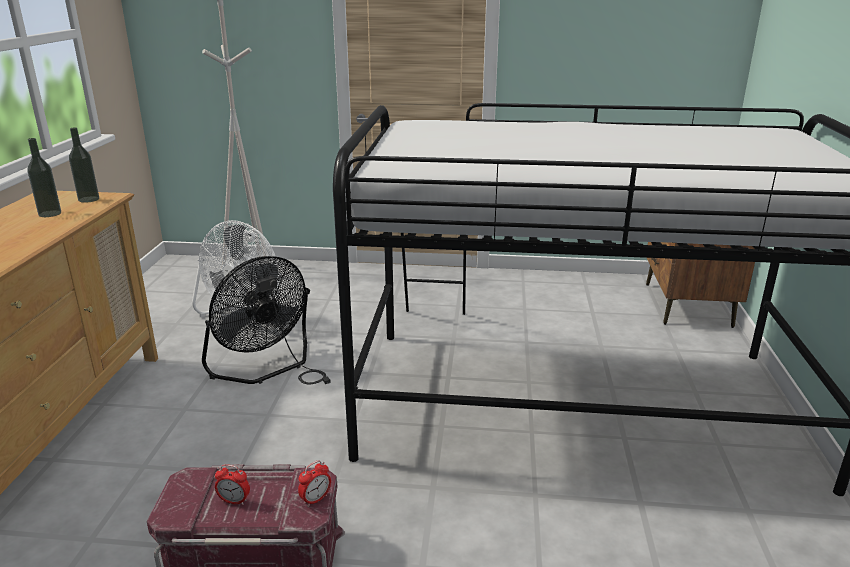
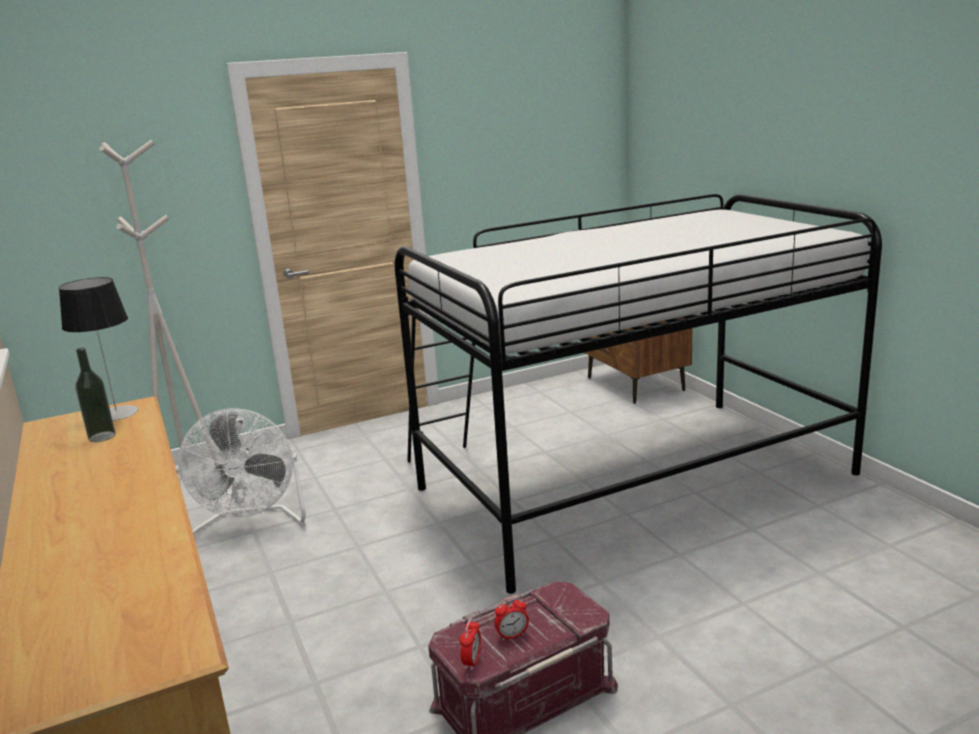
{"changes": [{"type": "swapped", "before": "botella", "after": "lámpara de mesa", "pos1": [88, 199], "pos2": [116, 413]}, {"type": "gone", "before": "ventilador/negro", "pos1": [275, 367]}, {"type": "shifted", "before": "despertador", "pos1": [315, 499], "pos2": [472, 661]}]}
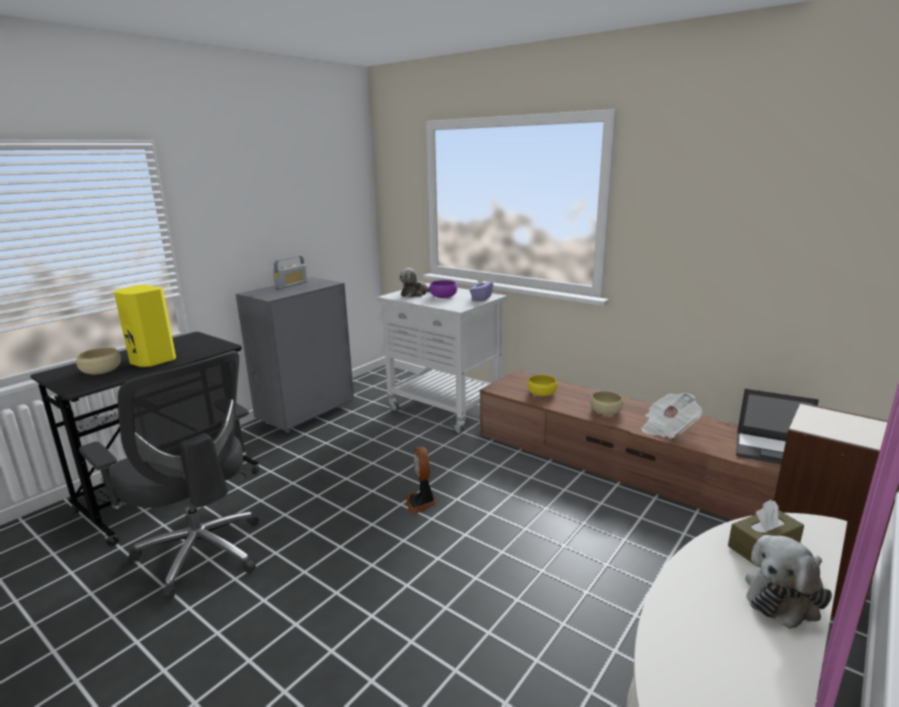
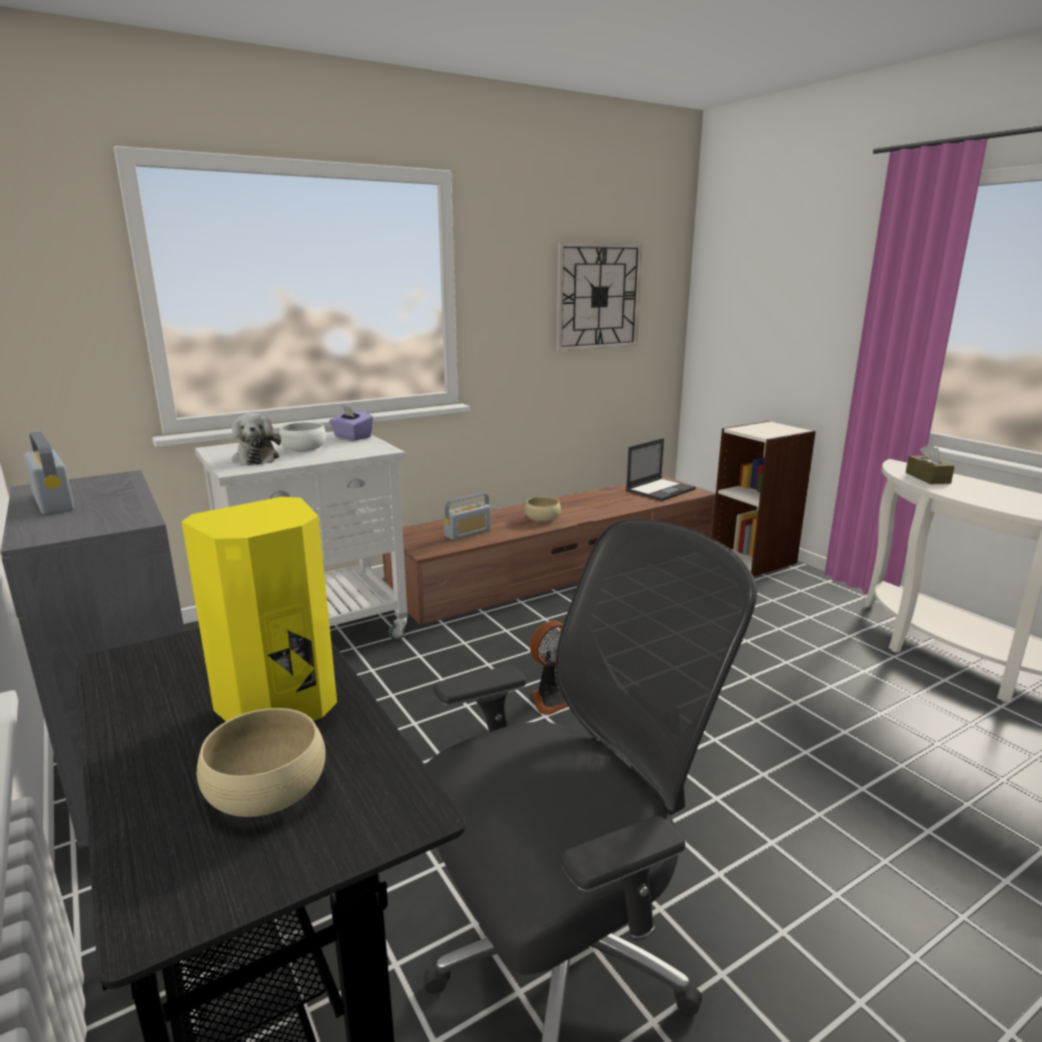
{"changes": [{"type": "rotated", "before": "ventilador", "pos1": [421, 502], "pos2": [551, 699], "turn": -45}, {"type": "repainted", "before": "cuenco/morado", "after": "cuenco/blanco", "pos1": [443, 296], "pos2": [304, 448]}, {"type": "swapped", "before": "cuenco/amarillo", "after": "radio", "pos1": [542, 393], "pos2": [468, 533]}, {"type": "gone", "before": "periódico", "pos1": [667, 428]}, {"type": "gone", "before": "peluche", "pos1": [785, 596]}, {"type": "new", "after": "reloj de pared", "pos2": [598, 296]}]}
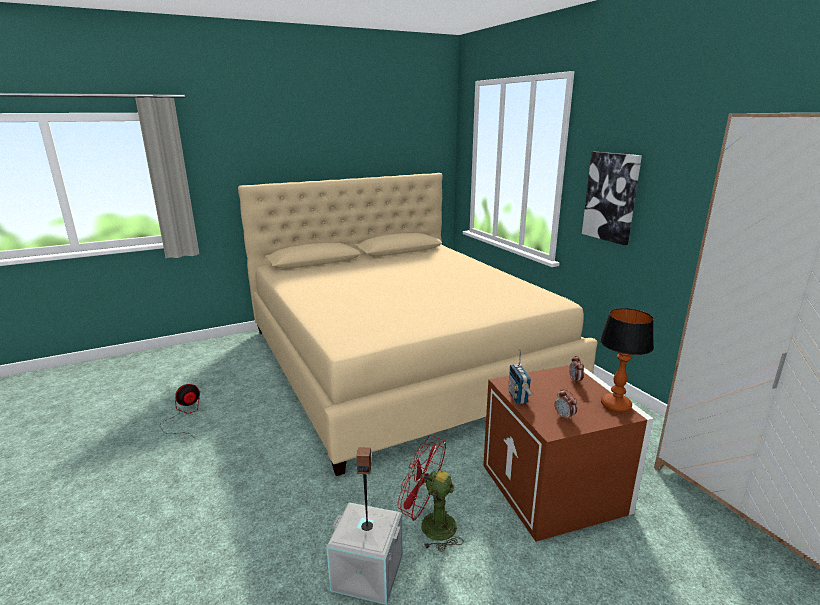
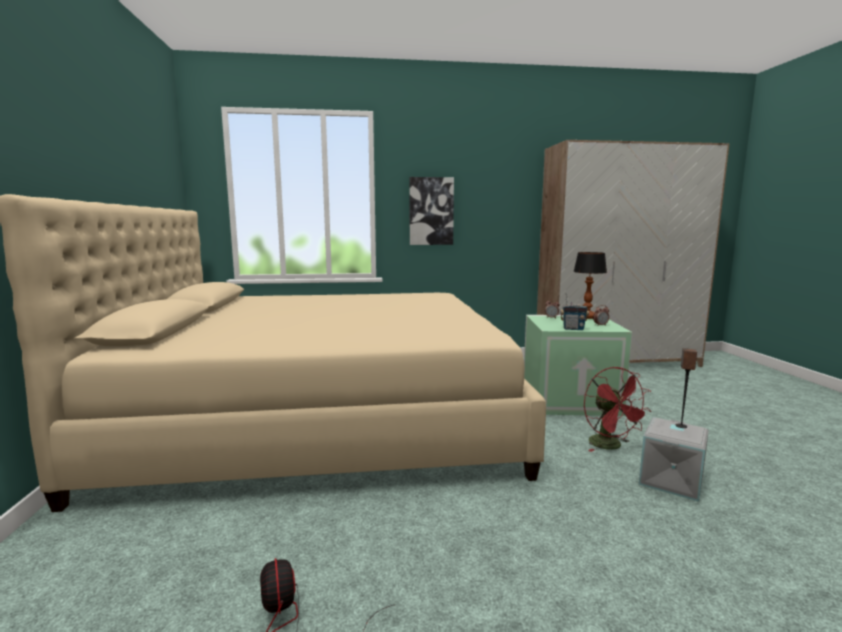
{"changes": [{"type": "rotated", "before": "ventilador/rojo", "pos1": [430, 525], "pos2": [610, 446], "turn": -60}, {"type": "repainted", "before": "caja de almacenaje/marrón", "after": "caja de almacenaje/verde", "pos1": [556, 489], "pos2": [570, 399]}]}
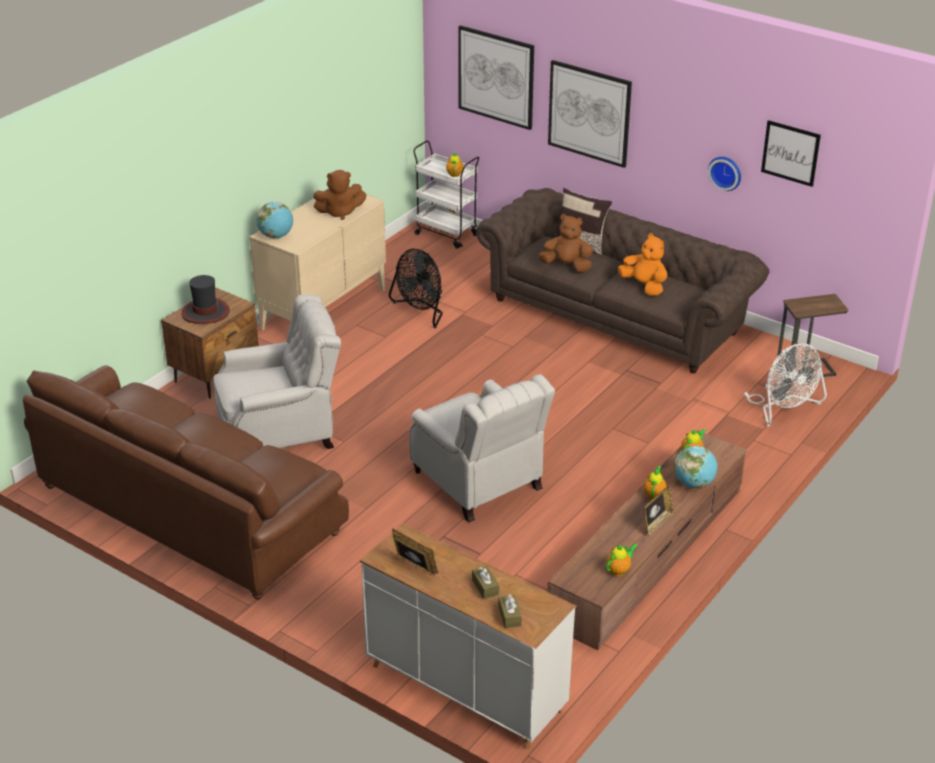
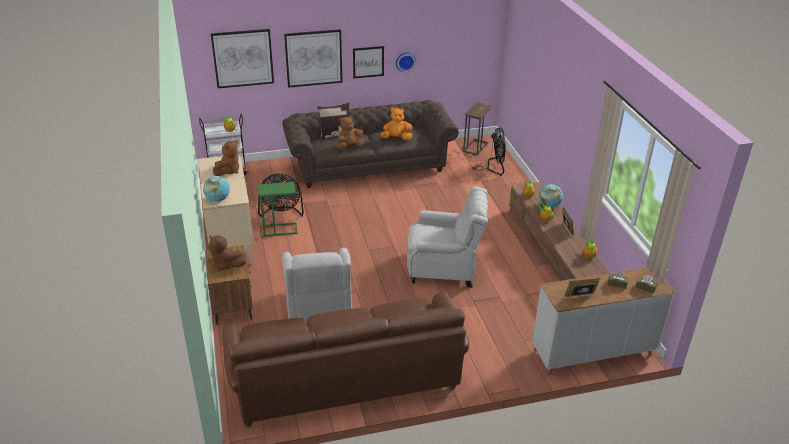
{"changes": [{"type": "swapped", "before": "sombrero", "after": "peluche/marrón", "pos1": [205, 312], "pos2": [226, 265]}, {"type": "rotated", "before": "sillón/blanco", "pos1": [280, 432], "pos2": [319, 309], "turn": 150}, {"type": "repainted", "before": "ventilador/blanco", "after": "ventilador/negro", "pos1": [782, 408], "pos2": [493, 166]}, {"type": "shifted", "before": "cuadro", "pos1": [790, 153], "pos2": [368, 62]}, {"type": "new", "after": "mesa auxiliar/verde", "pos2": [279, 230]}]}
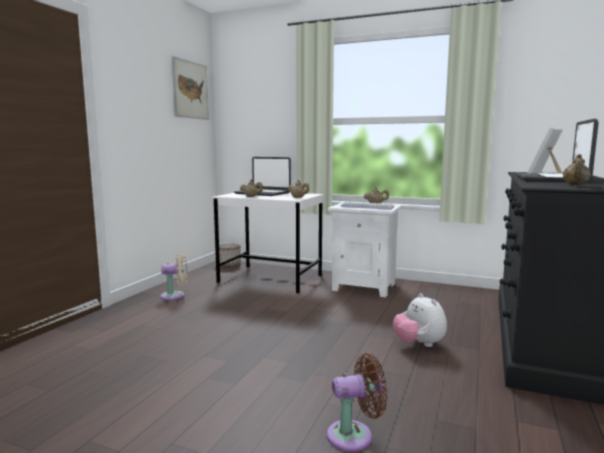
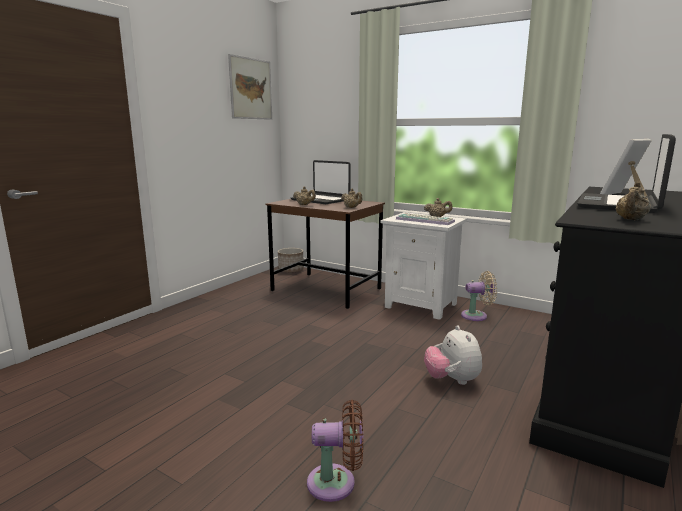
{"changes": [{"type": "shifted", "before": "ventilador/beis", "pos1": [175, 296], "pos2": [477, 316]}, {"type": "repainted", "before": "escritorio/blanco", "after": "escritorio/marrón", "pos1": [271, 279], "pos2": [326, 290]}]}
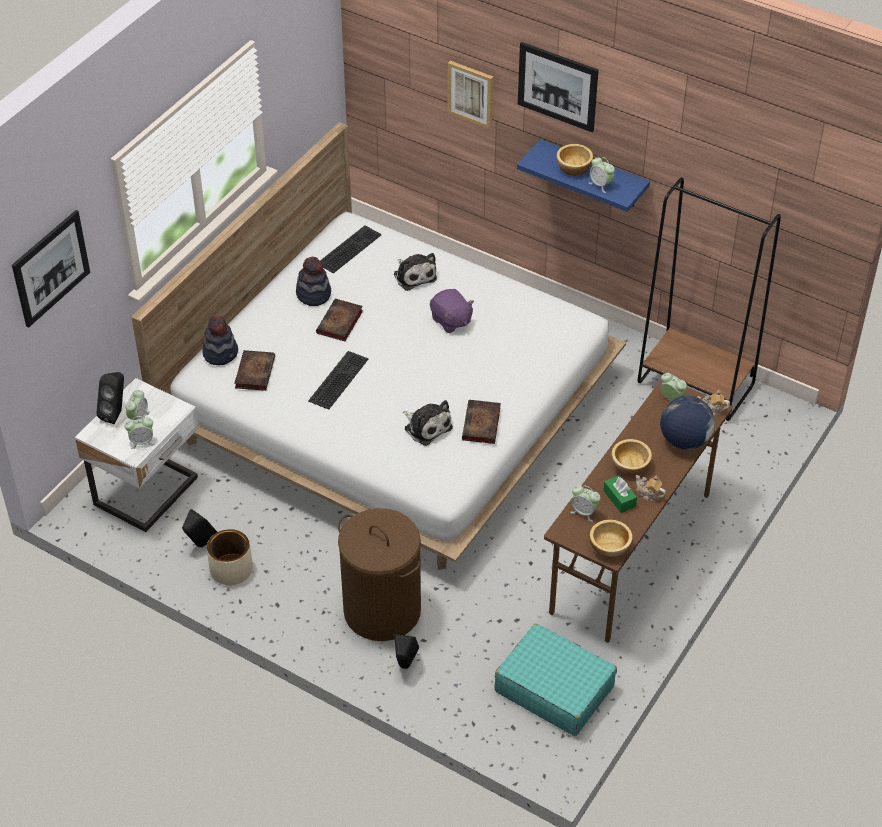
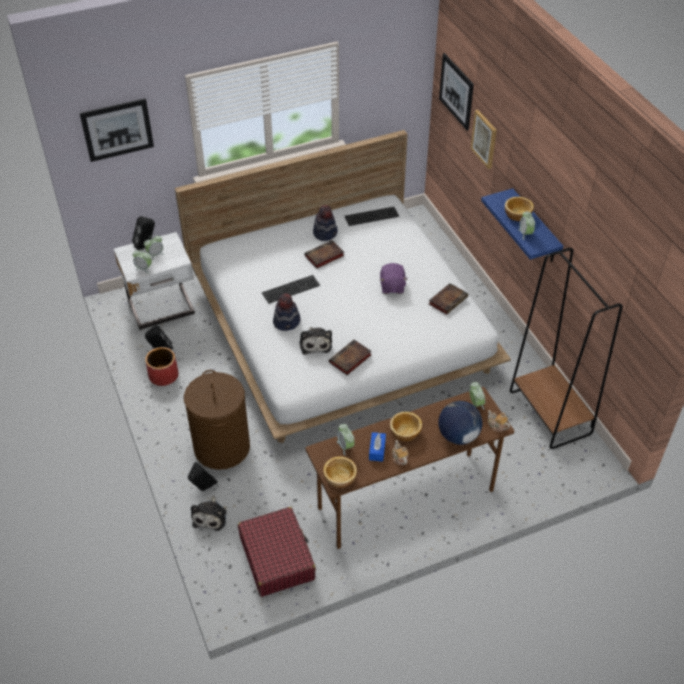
{"changes": [{"type": "shifted", "before": "sombrero", "pos1": [221, 353], "pos2": [287, 322]}, {"type": "repainted", "before": "maceta/beis", "after": "maceta/rojo", "pos1": [231, 569], "pos2": [163, 375]}, {"type": "shifted", "before": "libro", "pos1": [254, 372], "pos2": [448, 300]}, {"type": "shifted", "before": "peluche", "pos1": [414, 275], "pos2": [210, 516]}, {"type": "repainted", "before": "maleta/turquesa", "after": "maleta/rojo", "pos1": [554, 688], "pos2": [277, 557]}, {"type": "shifted", "before": "cuadro", "pos1": [557, 86], "pos2": [456, 91]}, {"type": "repainted", "before": "caja de pañuelos/verde", "after": "caja de pañuelos/azul", "pos1": [619, 498], "pos2": [377, 450]}]}
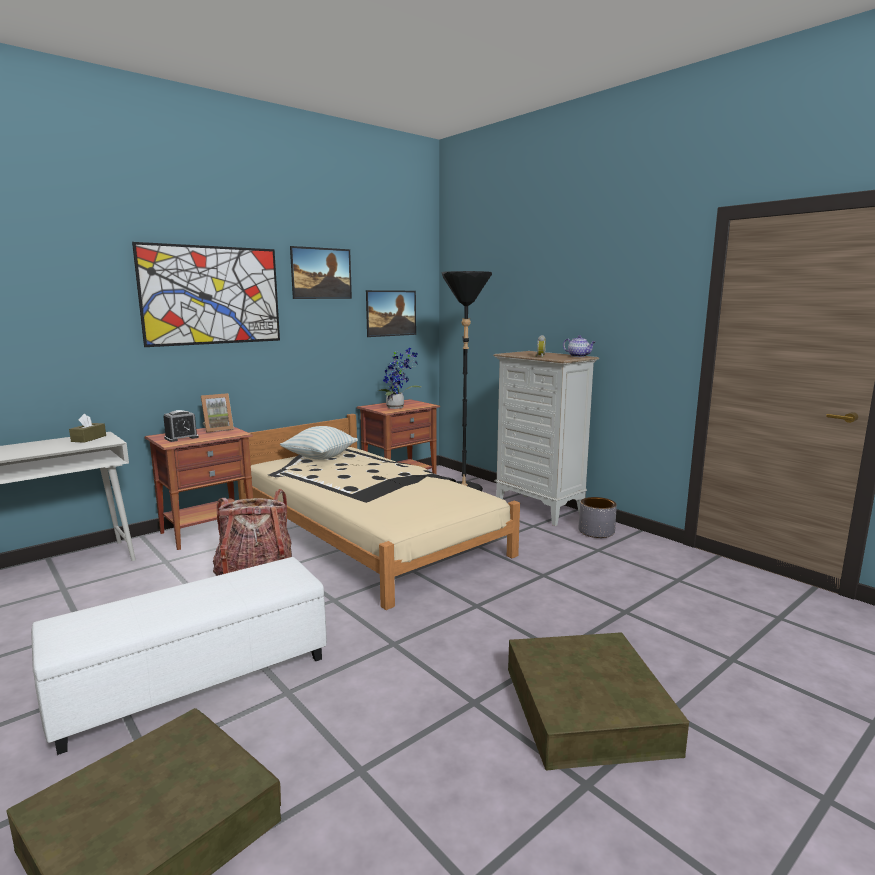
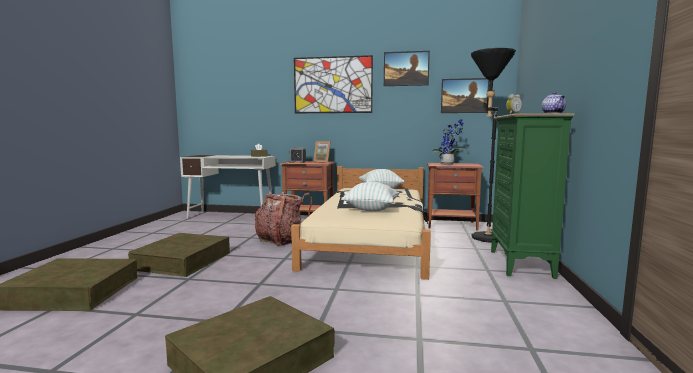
{"changes": [{"type": "swapped", "before": "puf/blanco", "after": "caja de almacenaje/marrón", "pos1": [194, 678], "pos2": [183, 261]}, {"type": "repainted", "before": "cómoda/blanco", "after": "cómoda/verde", "pos1": [539, 510], "pos2": [519, 264]}, {"type": "gone", "before": "maceta/gris", "pos1": [596, 532]}, {"type": "new", "after": "cojín", "pos2": [371, 209]}]}
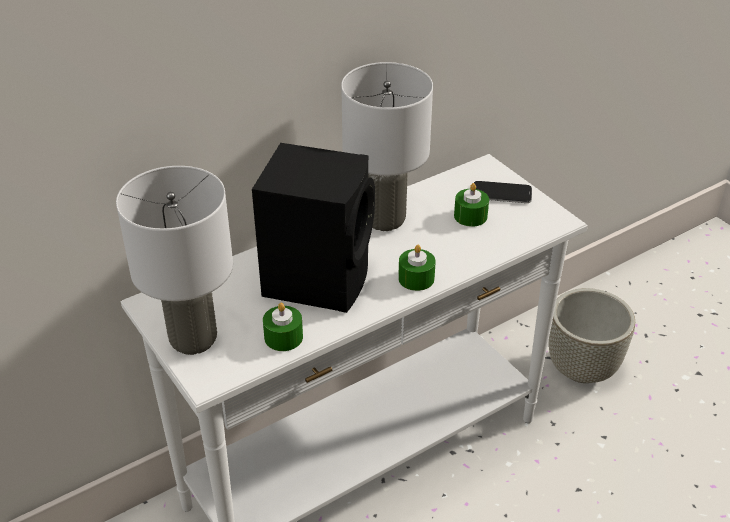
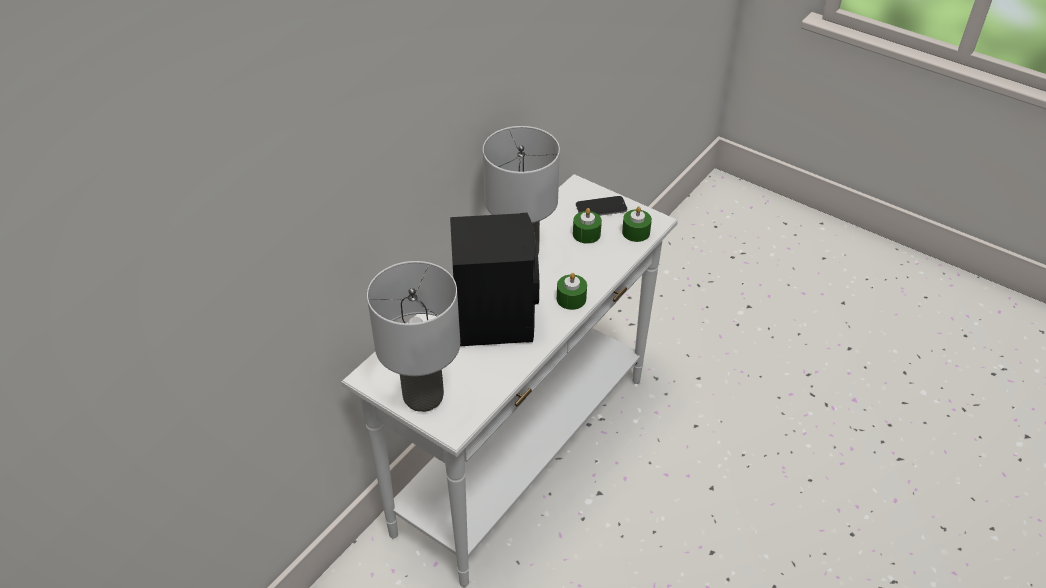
{"changes": [{"type": "shifted", "before": "vela/verde", "pos1": [283, 337], "pos2": [636, 232]}, {"type": "gone", "before": "maceta/gris", "pos1": [581, 369]}]}
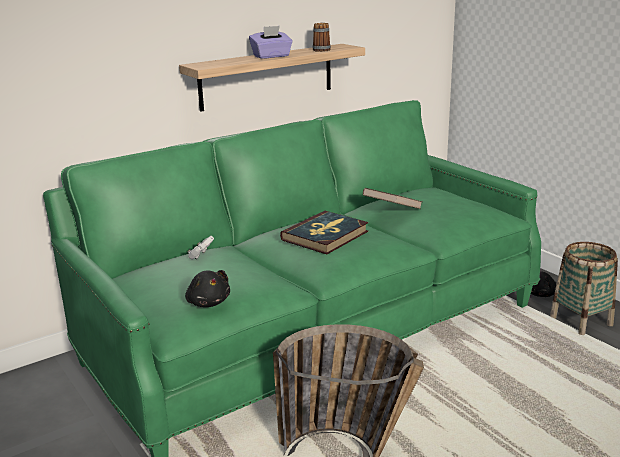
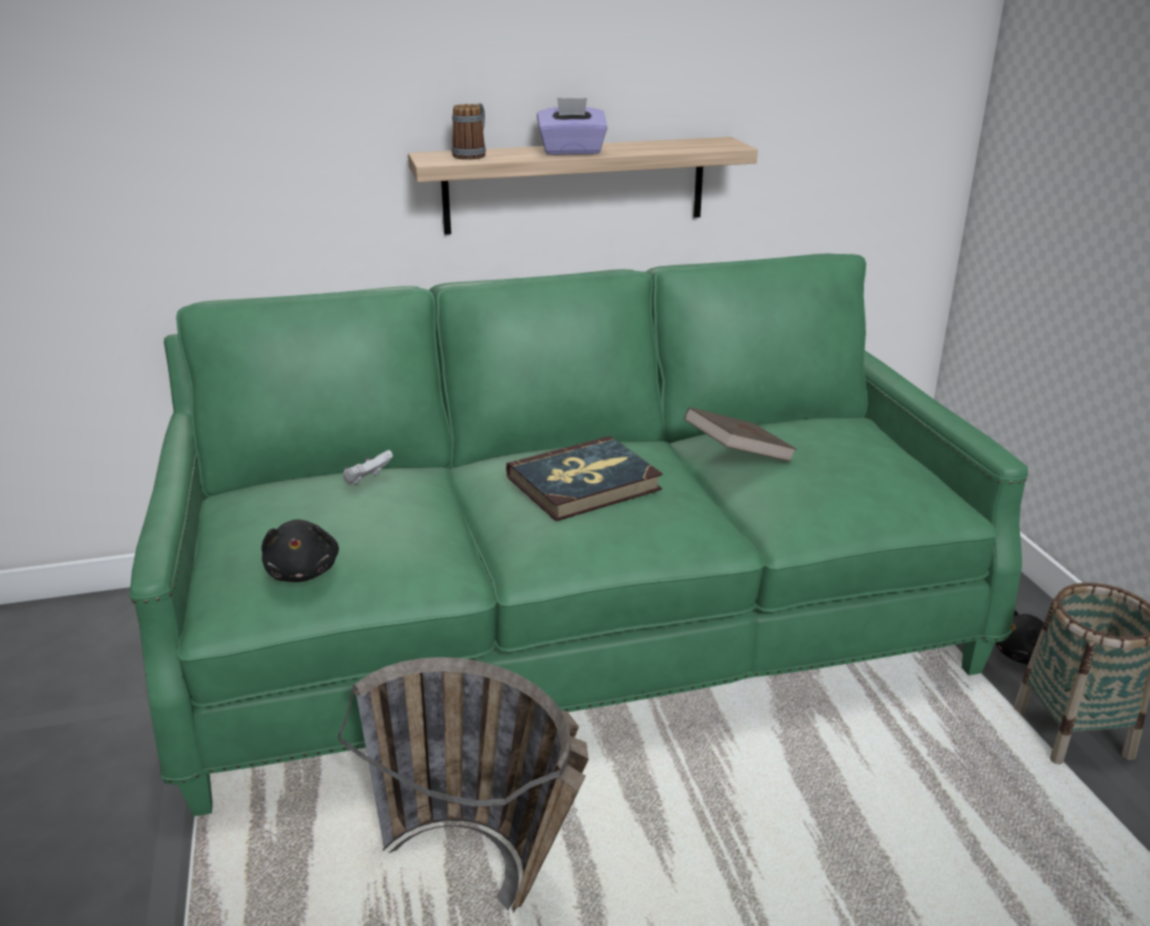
{"changes": [{"type": "shifted", "before": "taza grande", "pos1": [321, 49], "pos2": [472, 155]}]}
